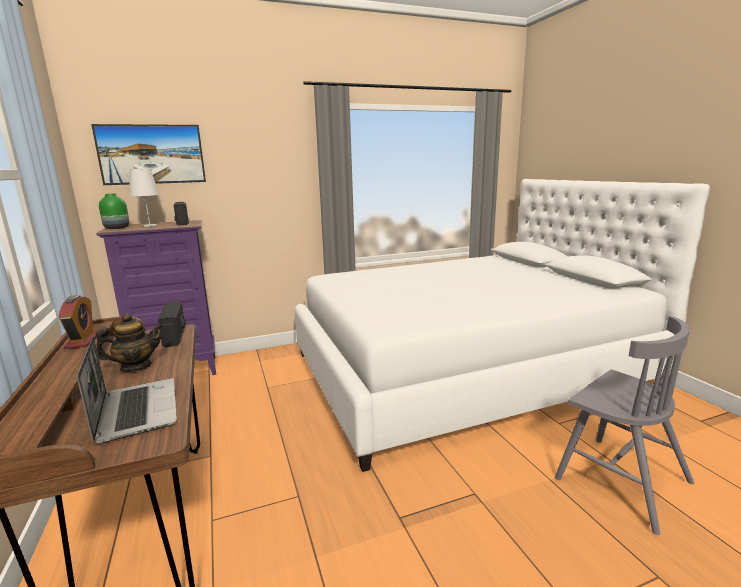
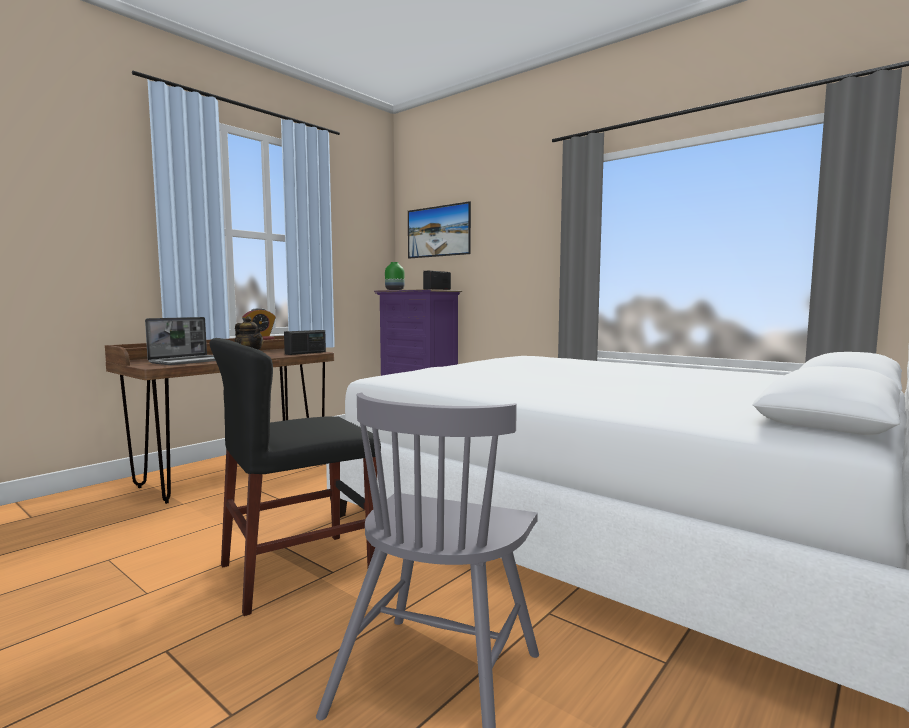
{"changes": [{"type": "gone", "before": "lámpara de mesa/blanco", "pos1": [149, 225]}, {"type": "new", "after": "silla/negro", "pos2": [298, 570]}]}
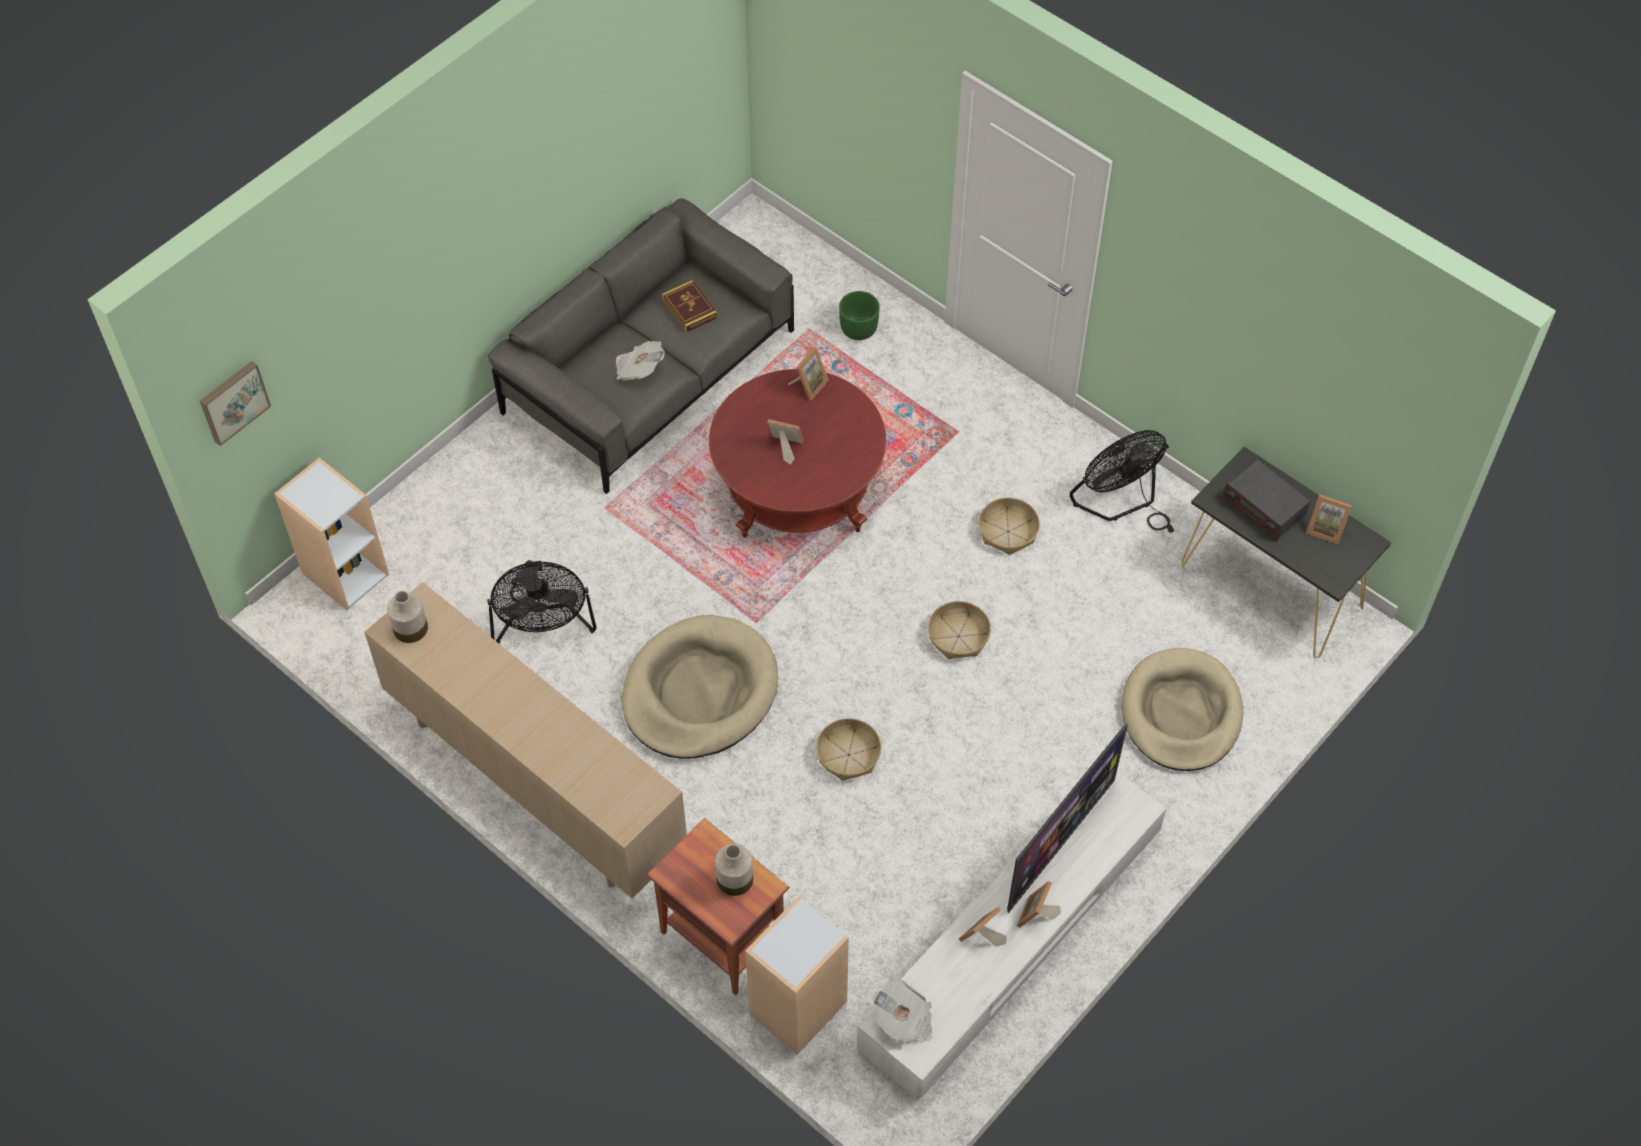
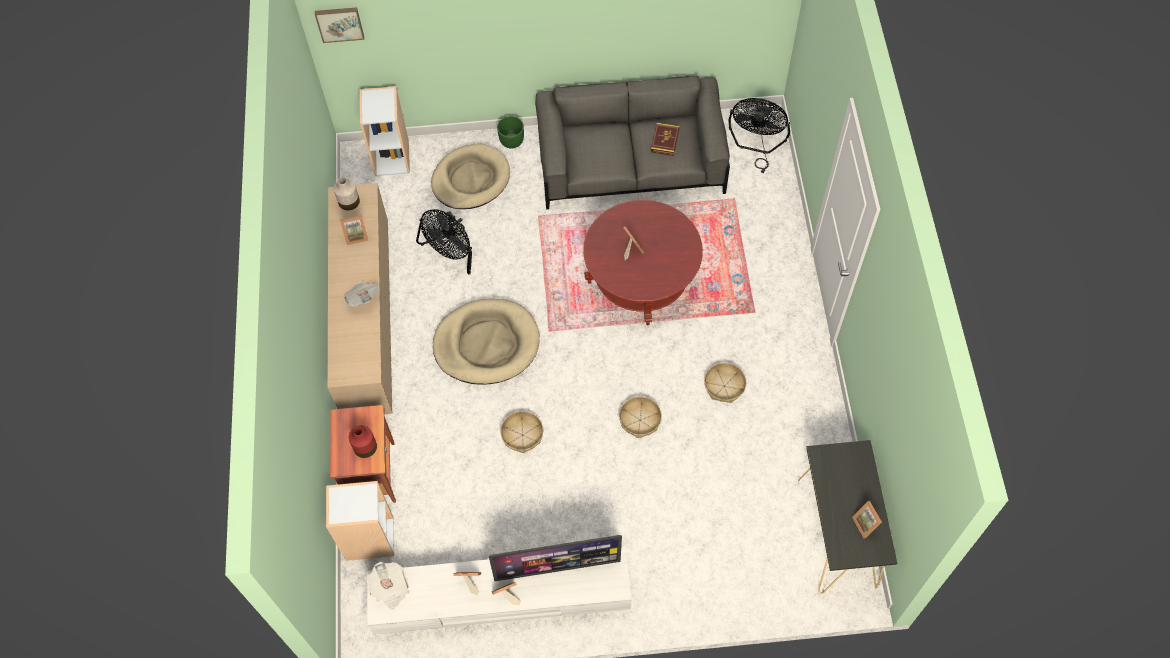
{"changes": [{"type": "shifted", "before": "periódico", "pos1": [639, 369], "pos2": [363, 298]}, {"type": "repainted", "before": "florero/beis", "after": "florero/rojo", "pos1": [735, 878], "pos2": [365, 446]}, {"type": "shifted", "before": "portarretratos", "pos1": [808, 385], "pos2": [356, 235]}, {"type": "shifted", "before": "maceta/verde", "pos1": [858, 328], "pos2": [512, 140]}, {"type": "shifted", "before": "ventilador/negro", "pos1": [1127, 501], "pos2": [757, 144]}, {"type": "shifted", "before": "cama para perro/beis", "pos1": [1181, 713], "pos2": [471, 179]}, {"type": "gone", "before": "radio", "pos1": [1264, 507]}]}
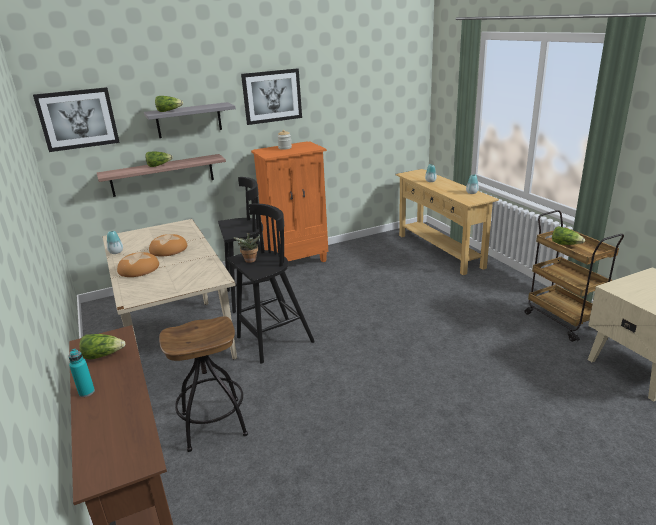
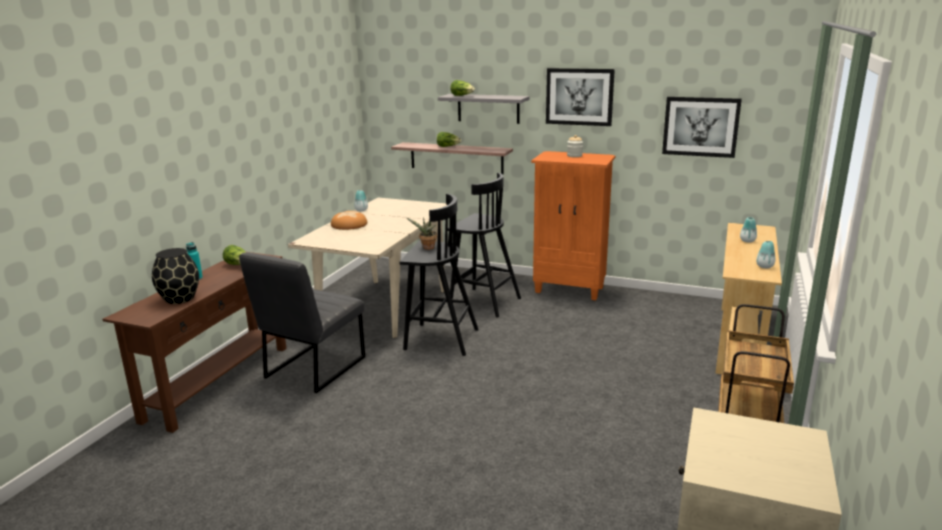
{"changes": [{"type": "shifted", "before": "cuadro", "pos1": [78, 119], "pos2": [700, 126]}, {"type": "gone", "before": "pan", "pos1": [169, 249]}, {"type": "swapped", "before": "taburete/marrón", "after": "silla/gris", "pos1": [213, 423], "pos2": [313, 368]}, {"type": "gone", "before": "lechuga", "pos1": [565, 244]}, {"type": "new", "after": "florero/negro", "pos2": [179, 298]}]}
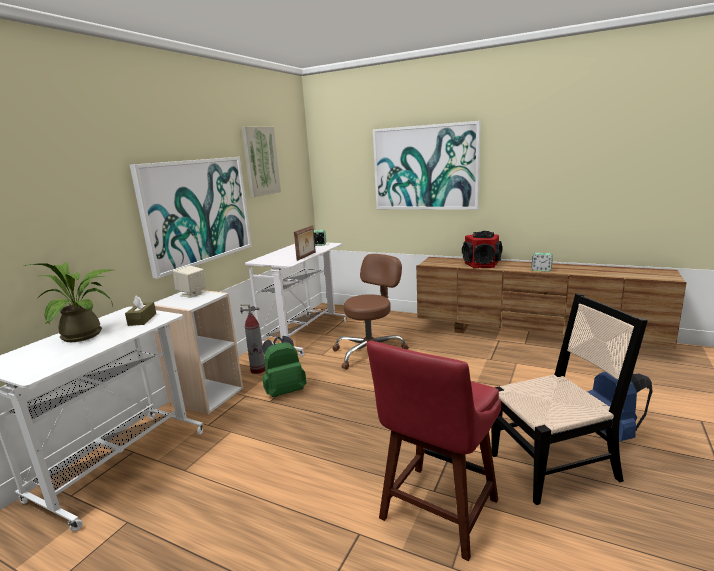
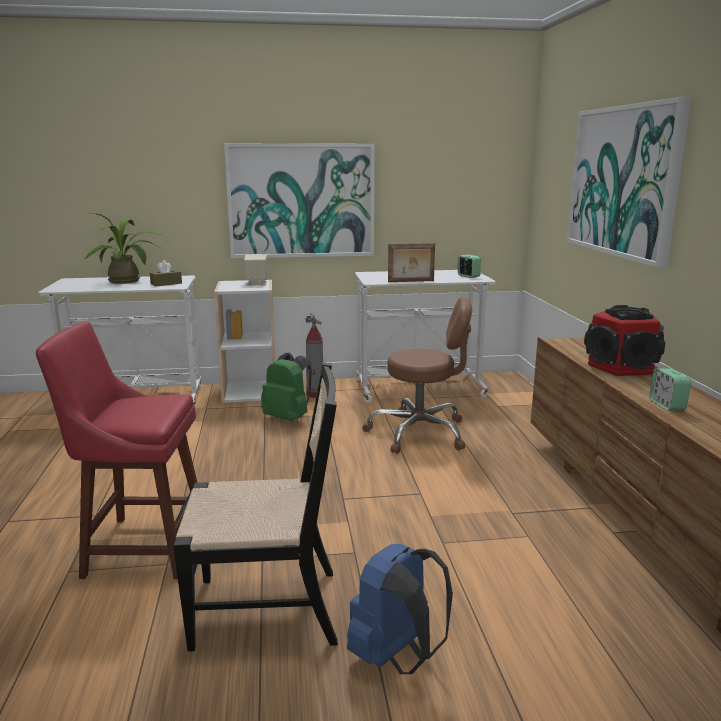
{"changes": [{"type": "gone", "before": "cuadro", "pos1": [260, 161]}, {"type": "rotated", "before": "silla", "pos1": [553, 467], "pos2": [267, 610], "turn": -45}]}
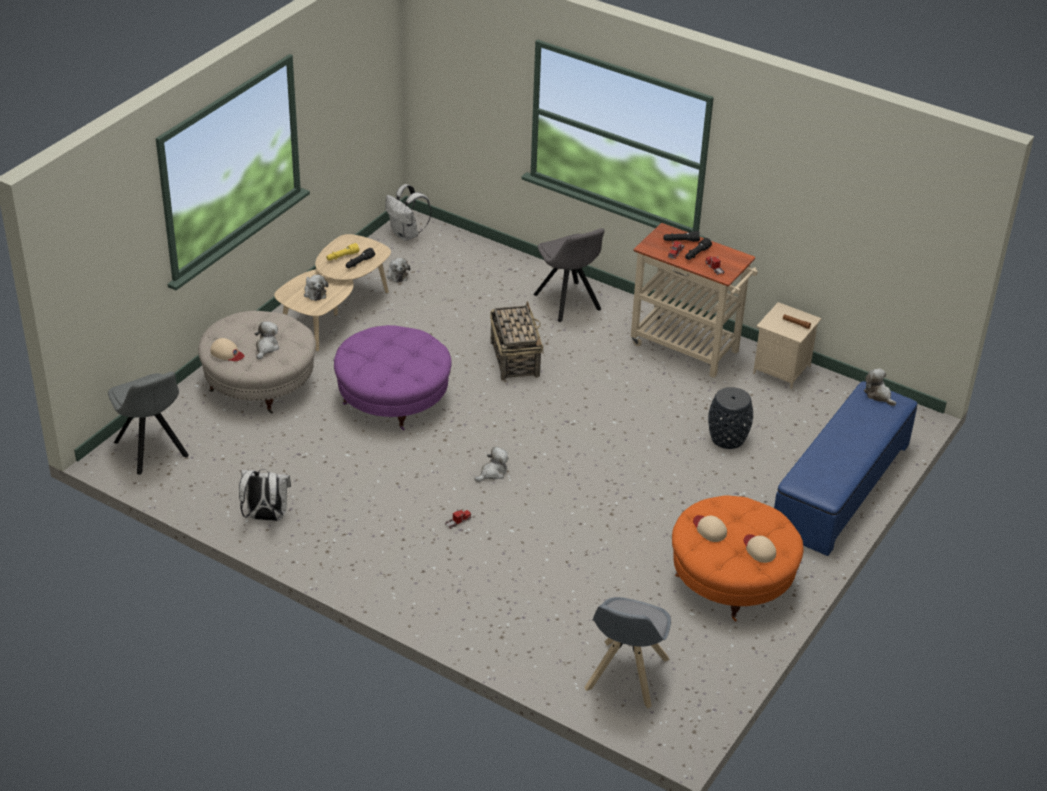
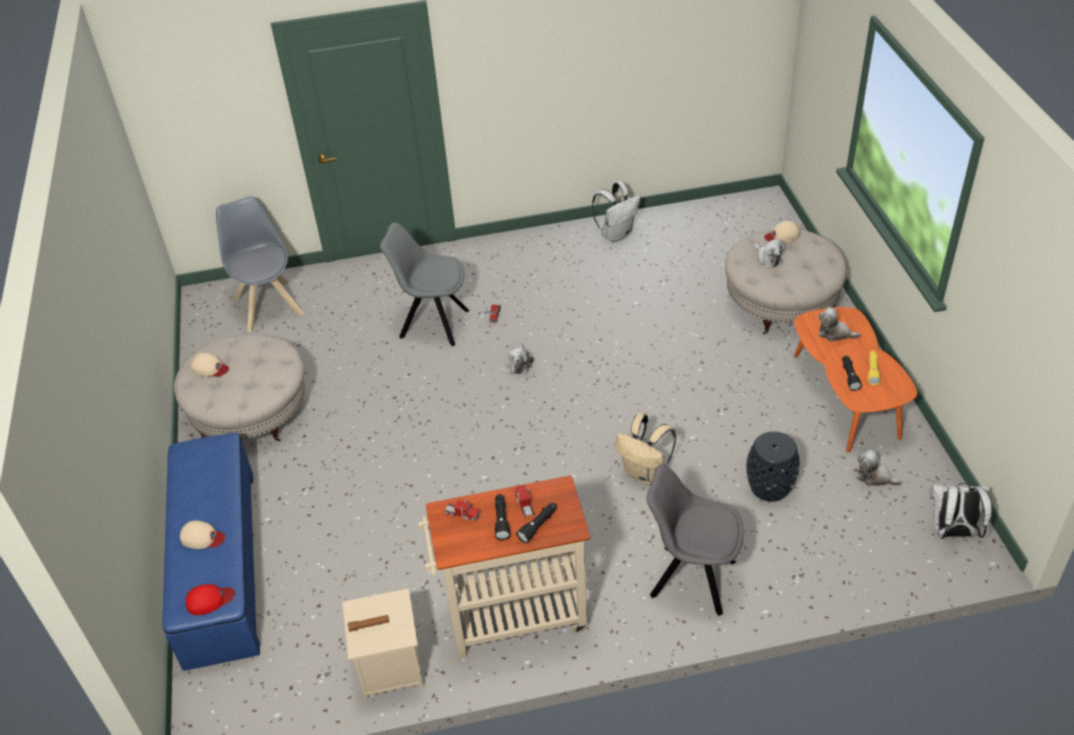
{"changes": [{"type": "shifted", "before": "silla/gris", "pos1": [152, 449], "pos2": [433, 324]}, {"type": "repainted", "before": "mesa de centro/beis", "after": "mesa de centro/naranja", "pos1": [335, 313], "pos2": [845, 397]}, {"type": "gone", "before": "puf/morado", "pos1": [393, 399]}, {"type": "swapped", "before": "cesta", "after": "mochila/beis", "pos1": [514, 358], "pos2": [645, 473]}, {"type": "repainted", "before": "puf/naranja", "after": "puf/beis", "pos1": [732, 580], "pos2": [250, 413]}, {"type": "shifted", "before": "gorra/beis", "pos1": [709, 529], "pos2": [202, 537]}, {"type": "shifted", "before": "taburete/negro", "pos1": [727, 438], "pos2": [770, 487]}, {"type": "swapped", "before": "peluche", "after": "gorra/rojo", "pos1": [878, 395], "pos2": [209, 600]}]}
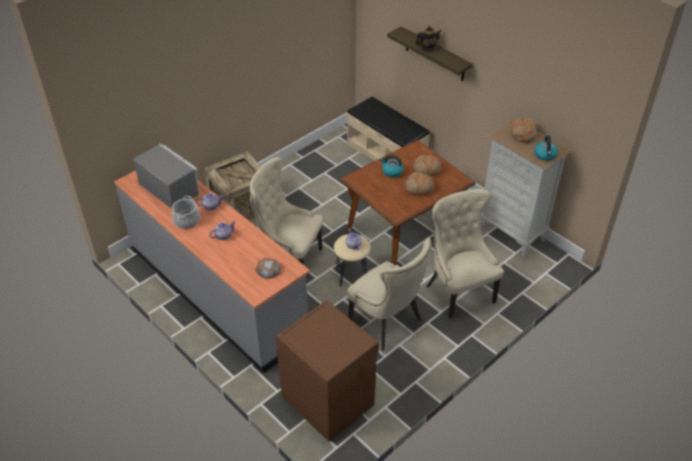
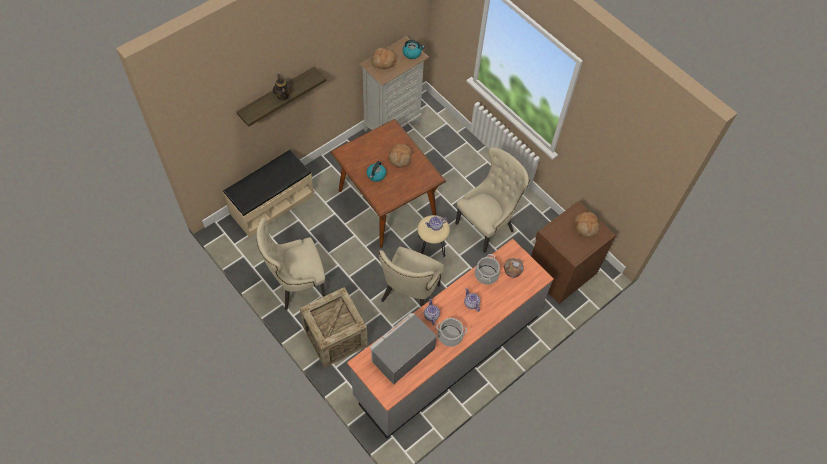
{"changes": [{"type": "shifted", "before": "pan", "pos1": [426, 170], "pos2": [586, 226]}, {"type": "shifted", "before": "silla/beis", "pos1": [459, 292], "pos2": [297, 284]}, {"type": "new", "after": "olla", "pos2": [486, 274]}]}
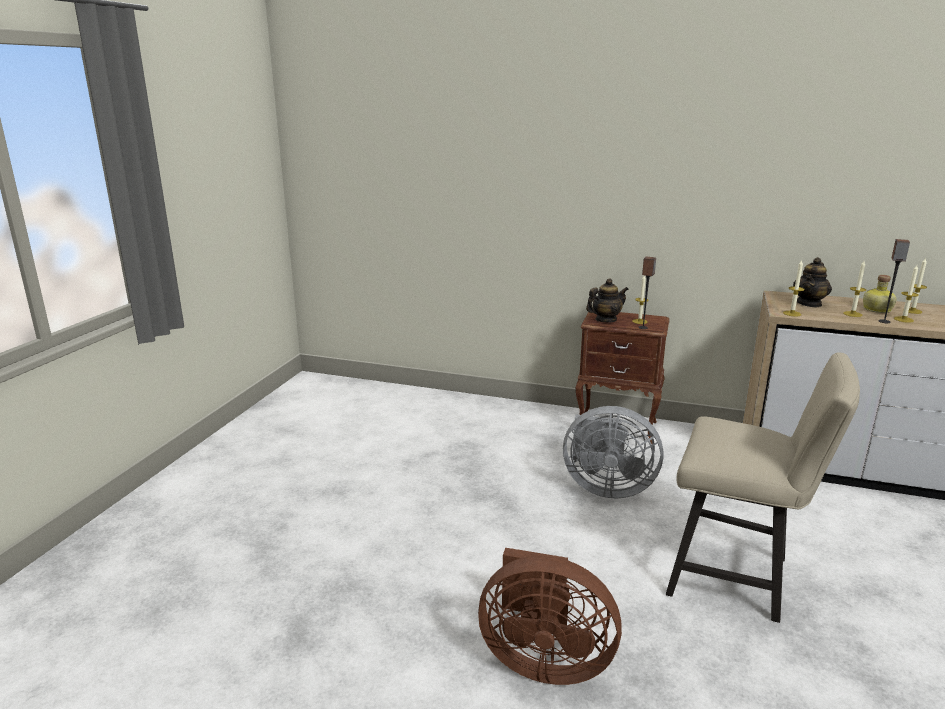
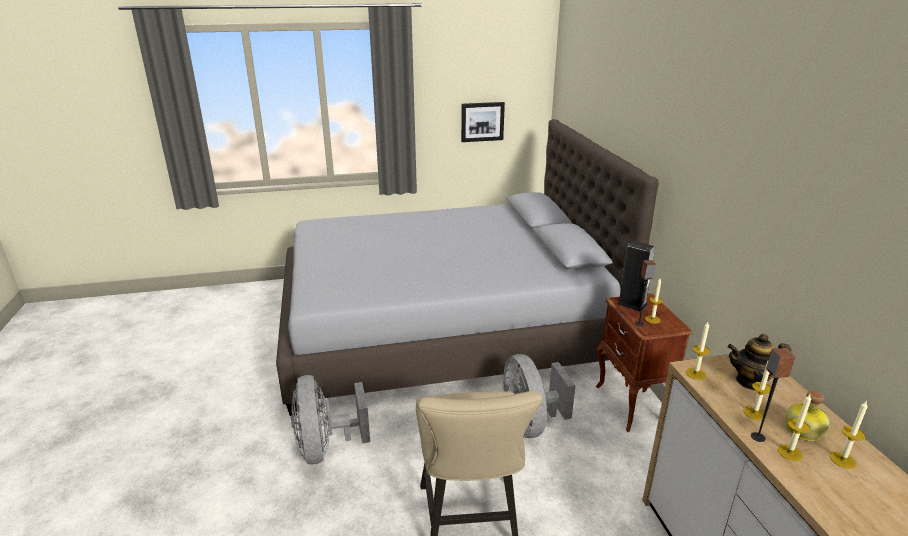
{"changes": [{"type": "repainted", "before": "ventilador/marrón", "after": "ventilador/gris", "pos1": [543, 660], "pos2": [326, 447]}, {"type": "swapped", "before": "tetera", "after": "altavoz", "pos1": [605, 320], "pos2": [632, 304]}, {"type": "new", "after": "cama/gris", "pos2": [444, 328]}, {"type": "new", "after": "cuadro", "pos2": [482, 121]}]}
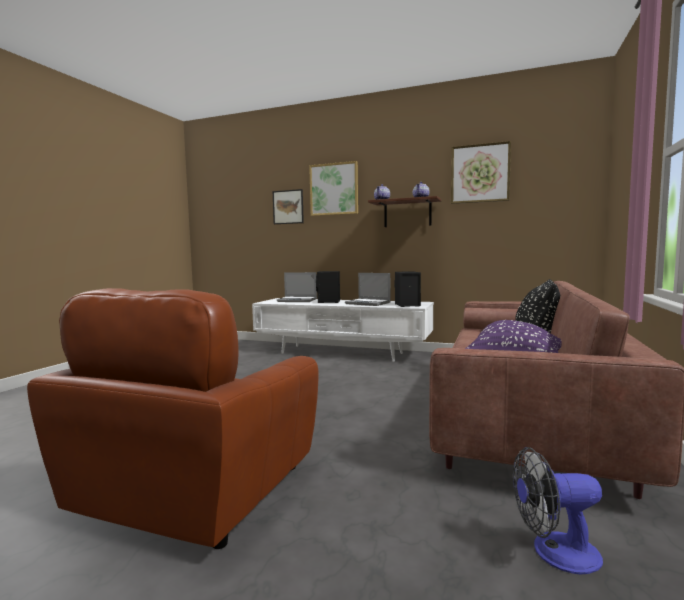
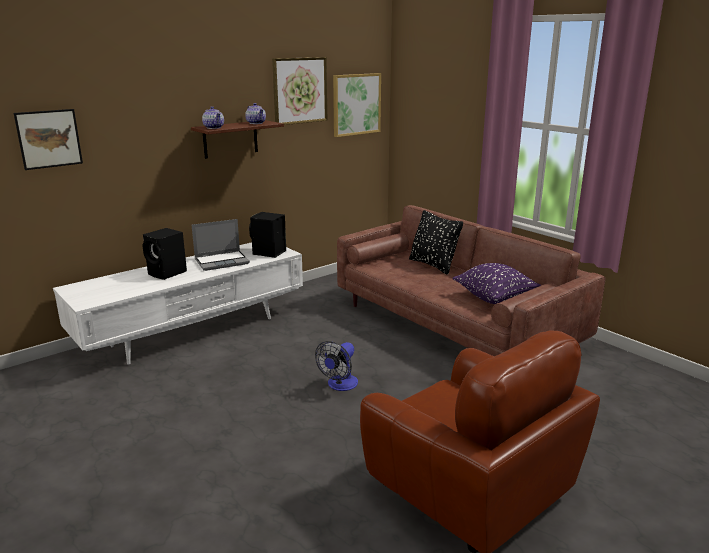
{"changes": [{"type": "gone", "before": "portátil", "pos1": [298, 300]}, {"type": "shifted", "before": "cuadro", "pos1": [334, 189], "pos2": [356, 104]}, {"type": "shifted", "before": "ventilador", "pos1": [555, 552], "pos2": [340, 385]}]}
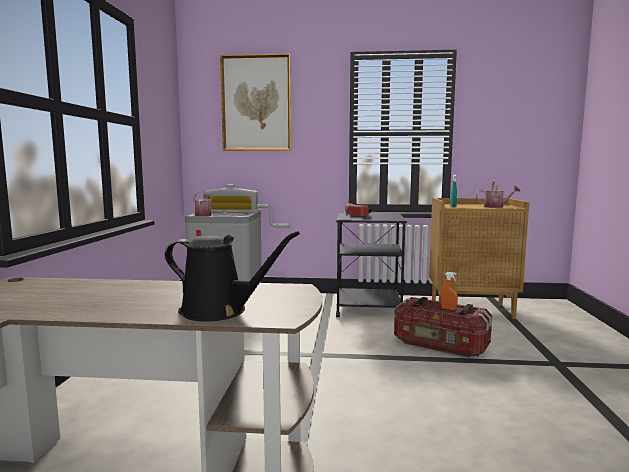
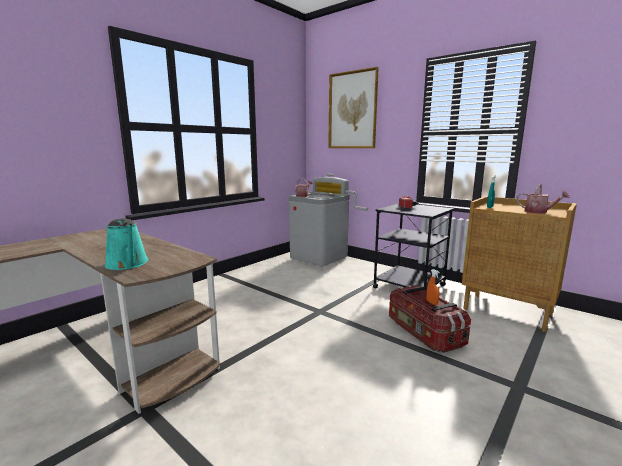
{"changes": [{"type": "repainted", "before": "regadera/negro", "after": "regadera/turquesa", "pos1": [219, 311], "pos2": [128, 264]}]}
